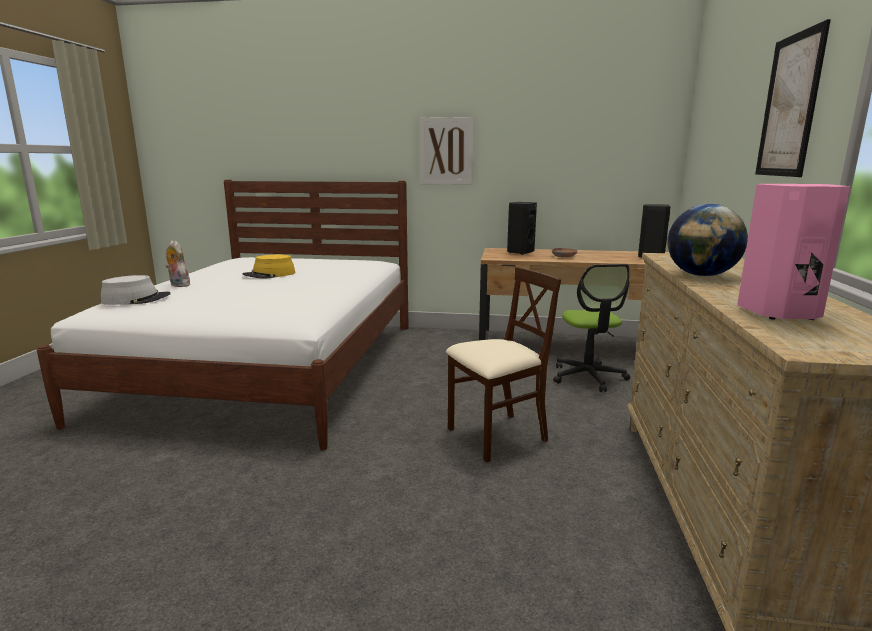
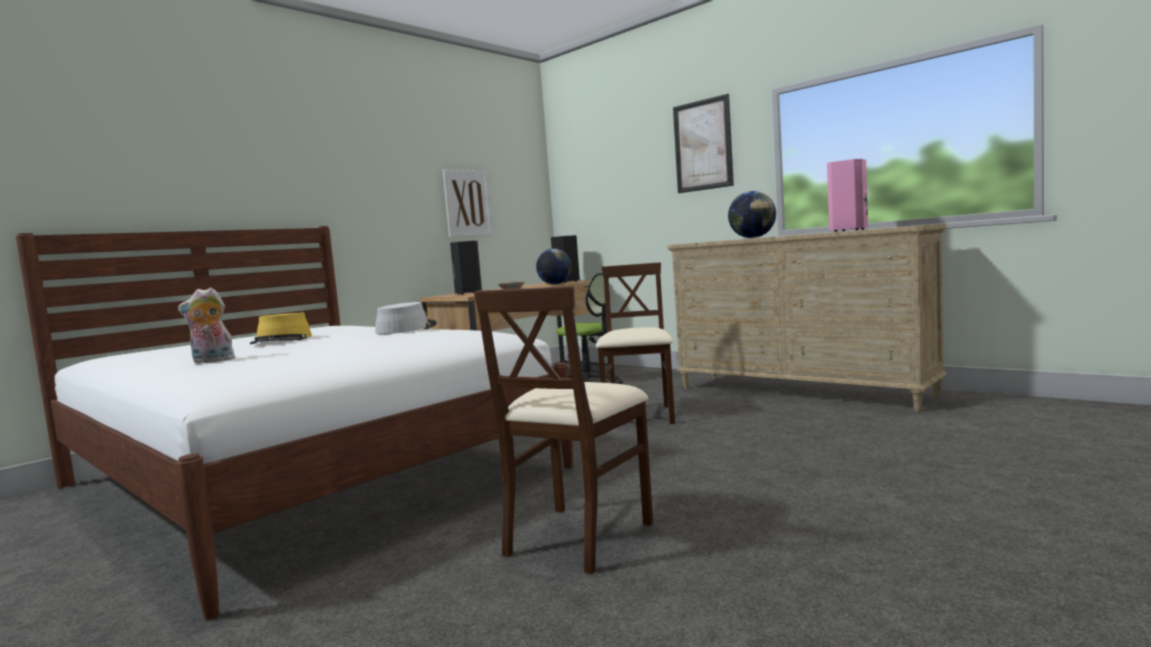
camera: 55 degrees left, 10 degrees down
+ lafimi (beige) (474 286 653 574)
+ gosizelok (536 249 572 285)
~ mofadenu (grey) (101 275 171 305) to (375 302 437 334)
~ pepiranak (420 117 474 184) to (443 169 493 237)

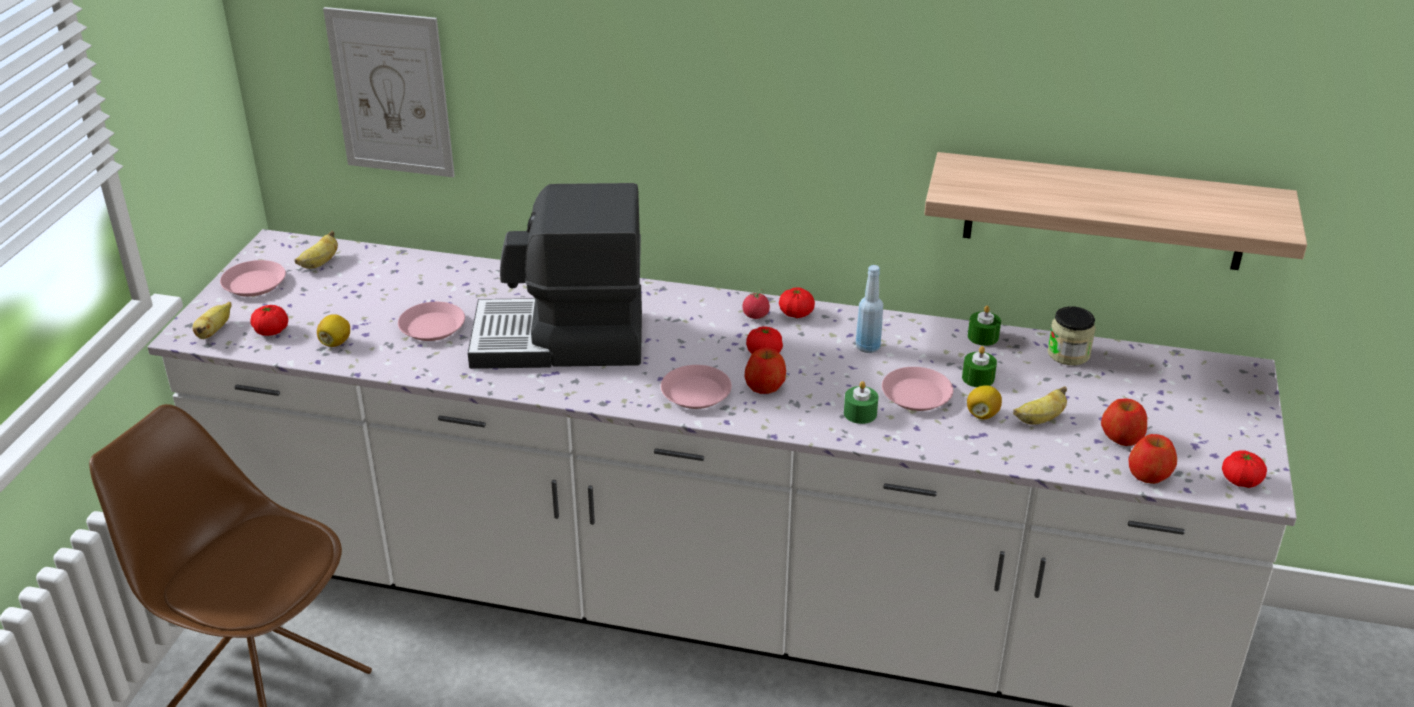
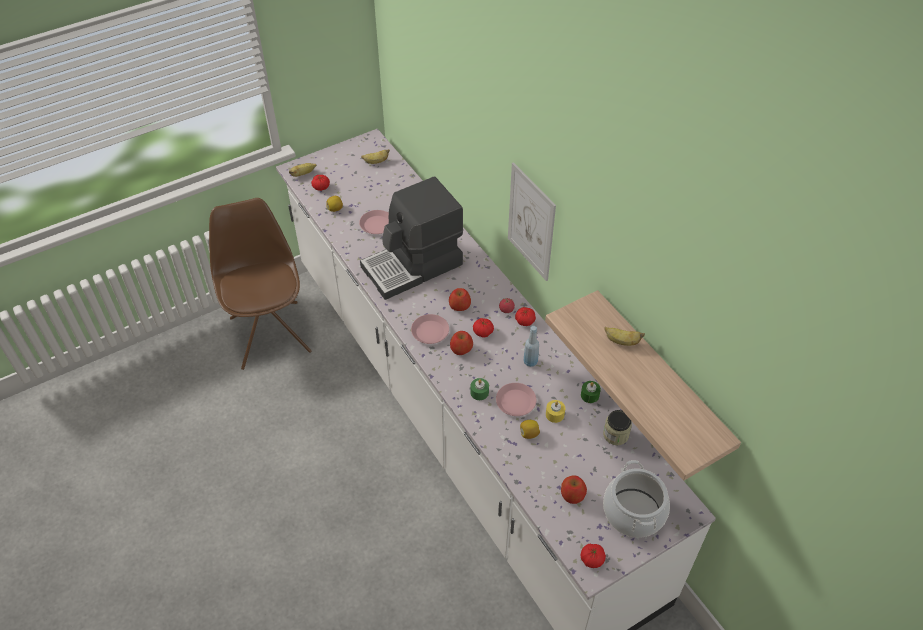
camera: 45 degrees right, 15 degrees up
- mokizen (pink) (220 260 286 297)
+ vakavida (603 460 670 538)
~ pepiranak (323 7 455 177) to (508 162 556 281)
~ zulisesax (1013 386 1067 425) to (604 327 645 346)
~ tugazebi (1128 434 1177 484) to (449 288 471 311)
~ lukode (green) (962 346 997 387) to lukode (yellow) (546 400 565 423)
~ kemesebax (468 183 642 369) = (360 176 463 300) 75 degrees counterclockwise

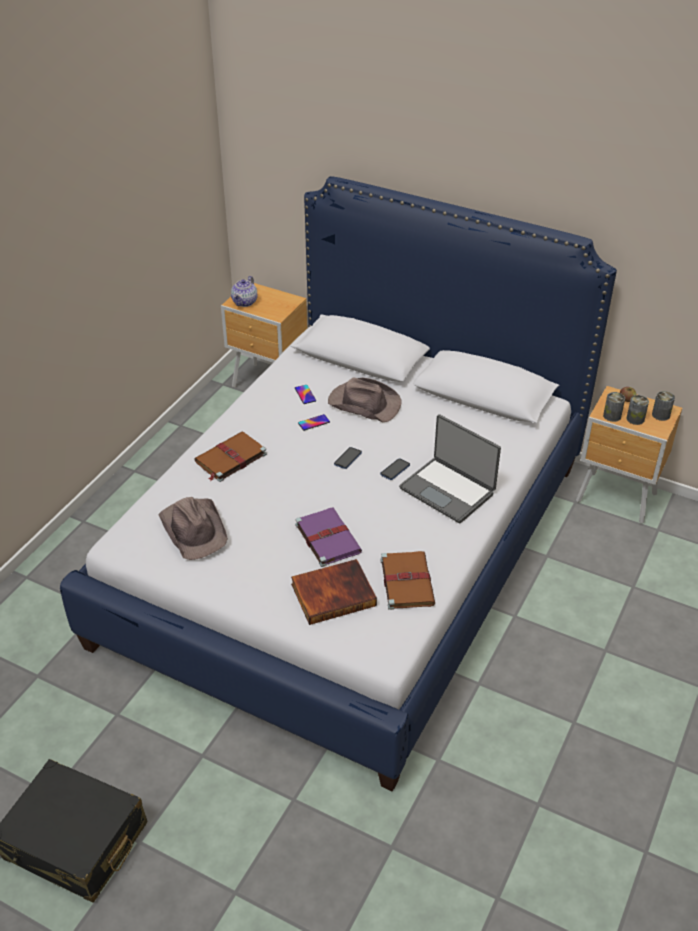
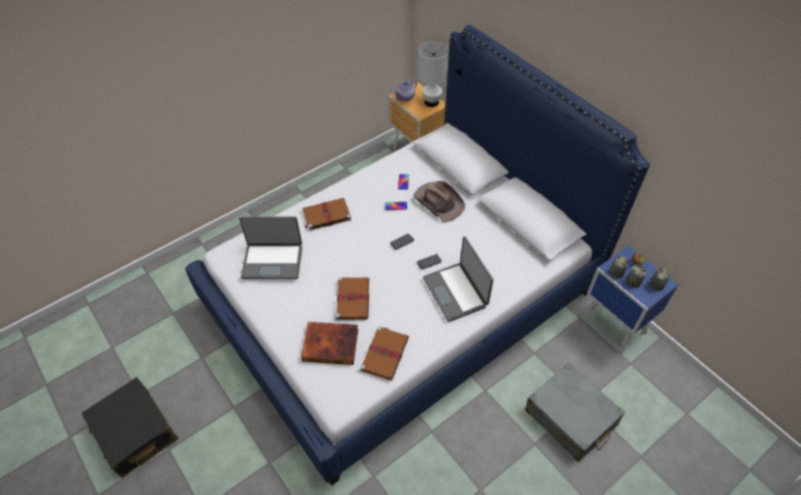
camera: 25 degrees right, 10 degrees up
+ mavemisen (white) (418 41 449 107)
+ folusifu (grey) (525 363 625 462)
~ mofadenu (brown) (158 497 228 560) to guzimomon (239 217 302 279)
~ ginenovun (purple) (295 507 362 567) to ginenovun (brown) (335 277 369 320)
~ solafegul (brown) (576 386 682 524) to solafegul (blue) (581 246 678 354)

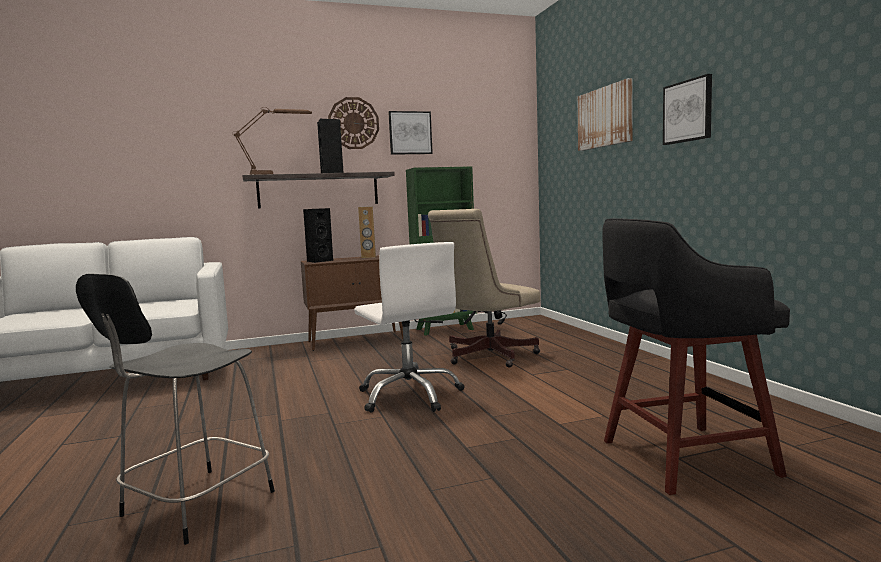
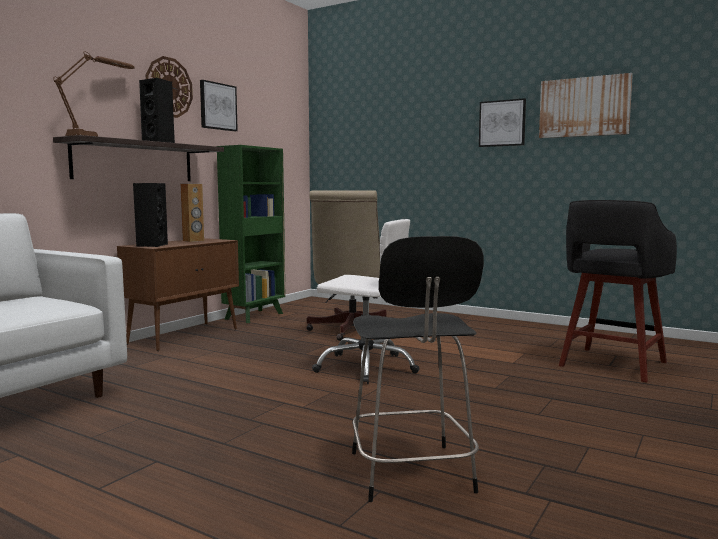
camera: 40 degrees left, 0 degrees up
~ pepiranak (578 78 633 151) to (539 73 633 138)

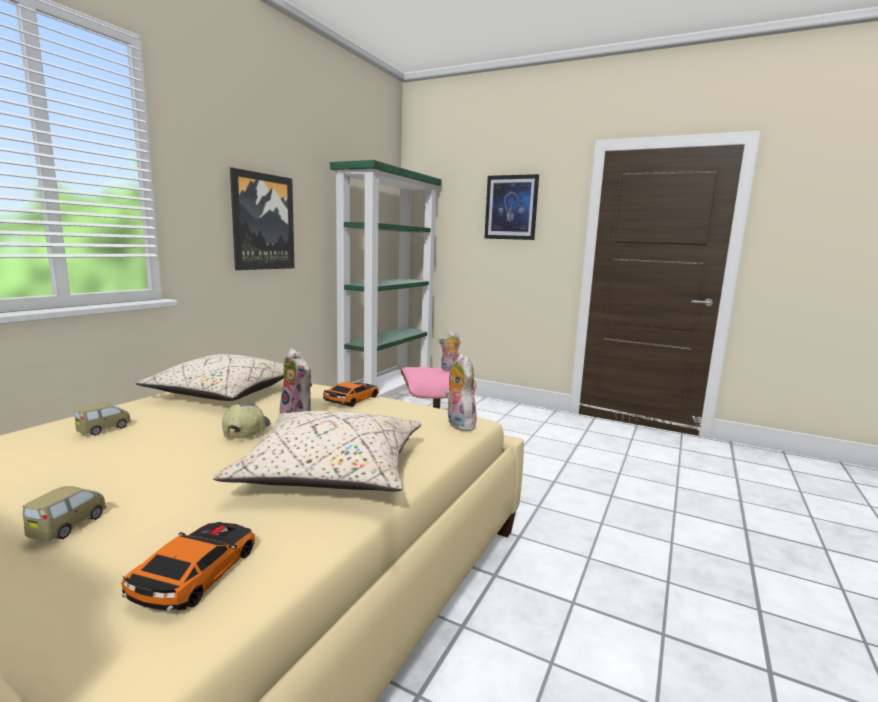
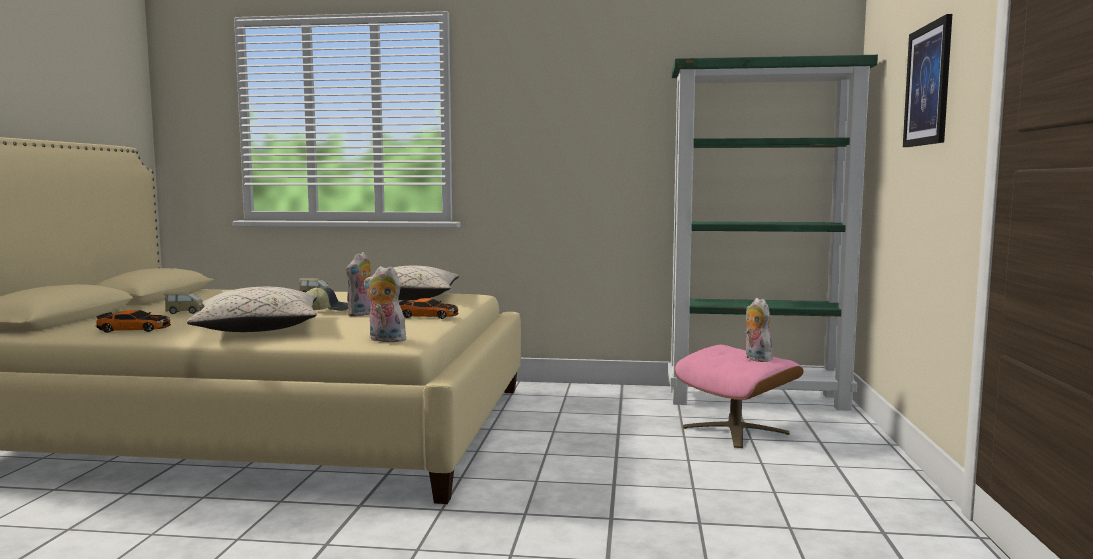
camera: 70 degrees right, 5 degrees down
- pepiranak (230 168 295 270)
~ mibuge (445 354 477 431) = (364 266 406 342) 120 degrees counterclockwise

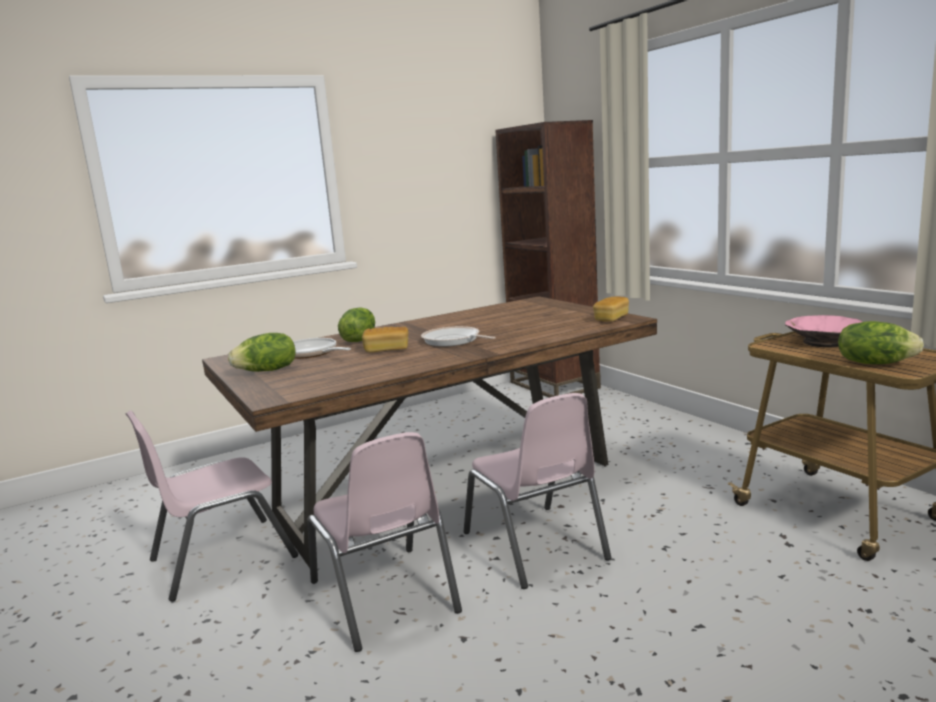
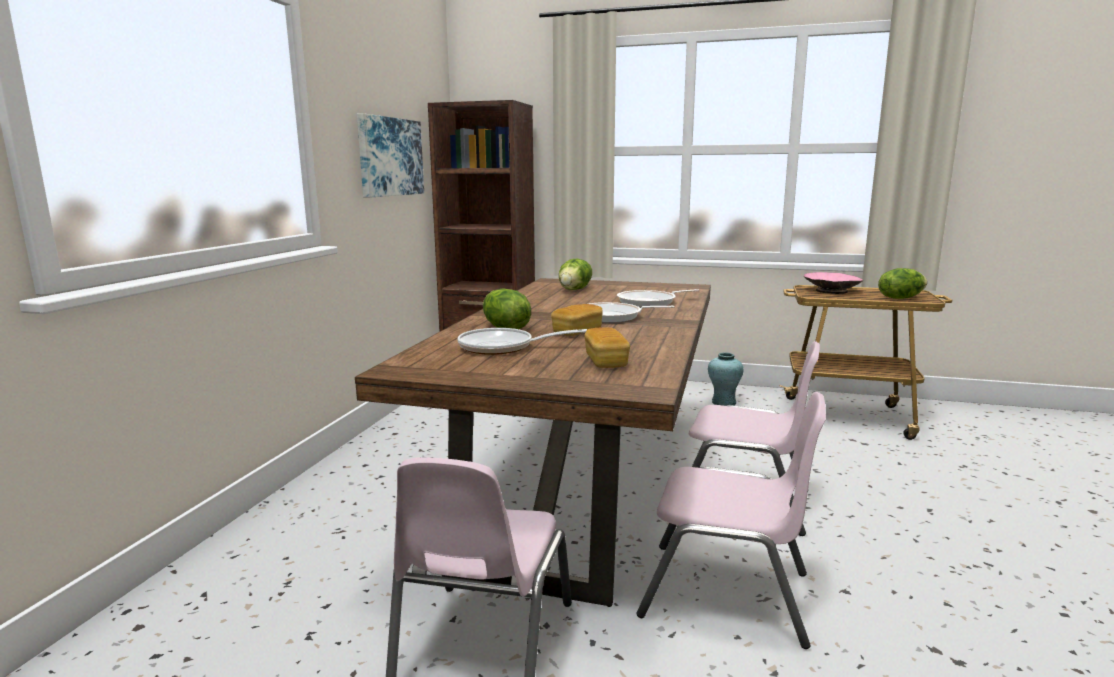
camera: 45 degrees left, 0 degrees up
+ pepiranak (357 113 424 198)
+ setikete (617 289 699 307)
+ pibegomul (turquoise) (708 352 743 406)
~ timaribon (228 333 296 372) to (559 258 592 290)
~ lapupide (593 297 629 322) to (585 327 630 368)

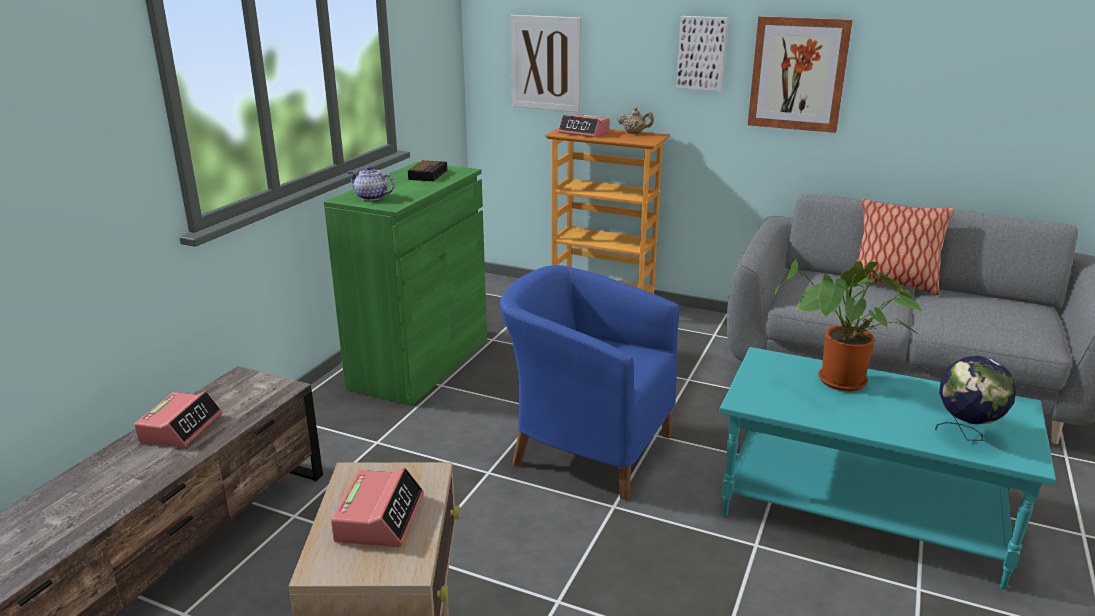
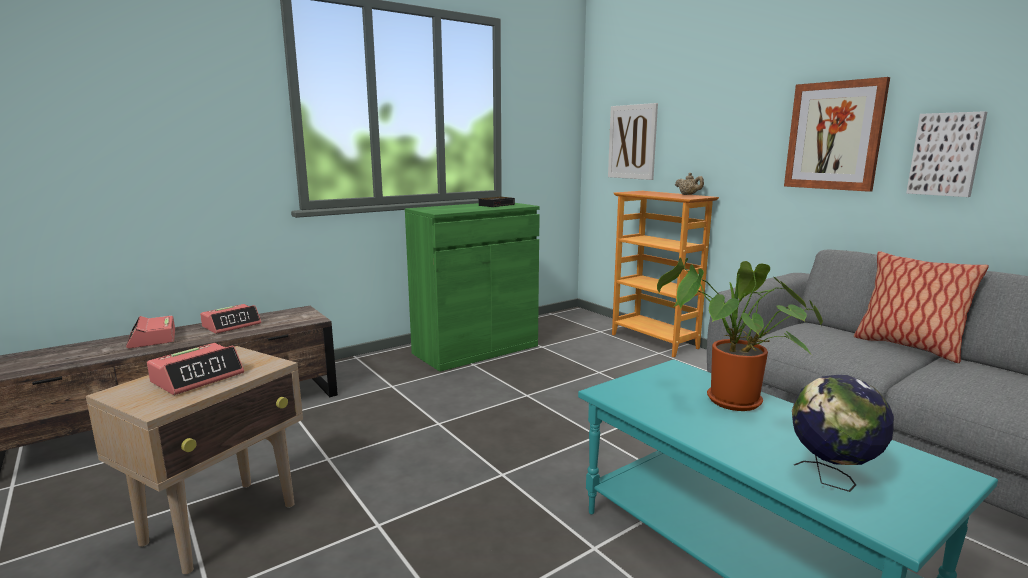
camera: 30 degrees right, 10 degrees down
- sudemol (347 166 394 201)
- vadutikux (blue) (500 265 679 501)
~ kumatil (558 114 610 137) to (126 316 175 348)
~ pepiranak (676 16 728 91) to (906 111 987 197)

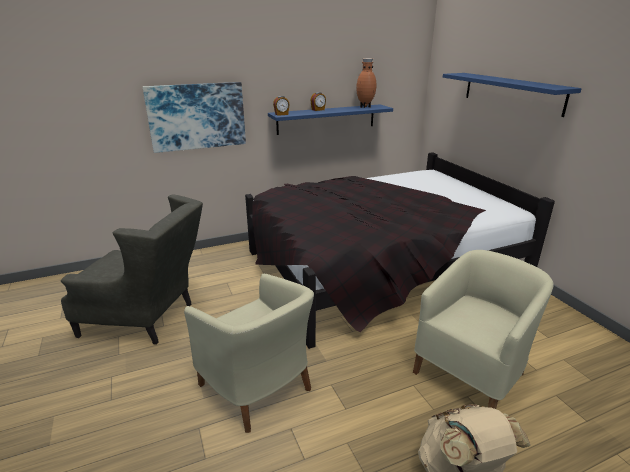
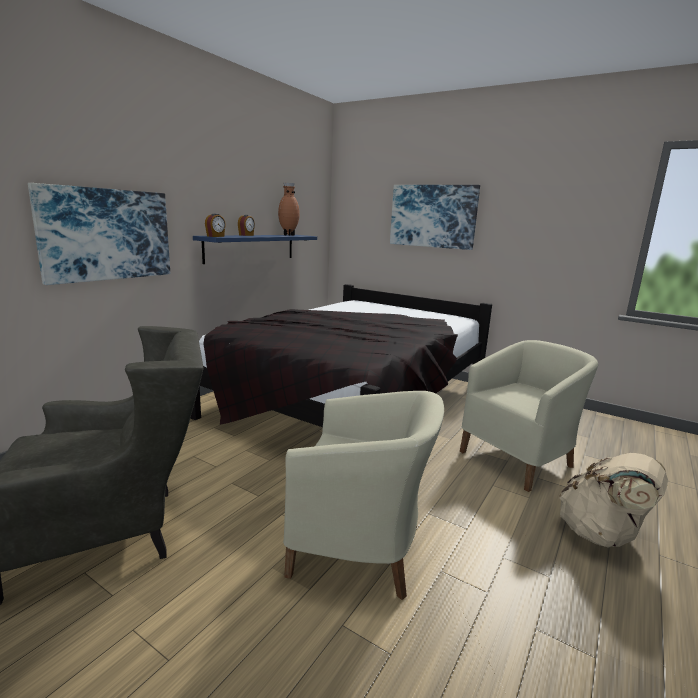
camera: 35 degrees left, 10 degrees down
~ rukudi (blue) (443 73 582 117) to pepiranak (390 185 480 250)
~ vadutikux (beige) (413 250 554 409) = (460 340 598 492) 45 degrees clockwise

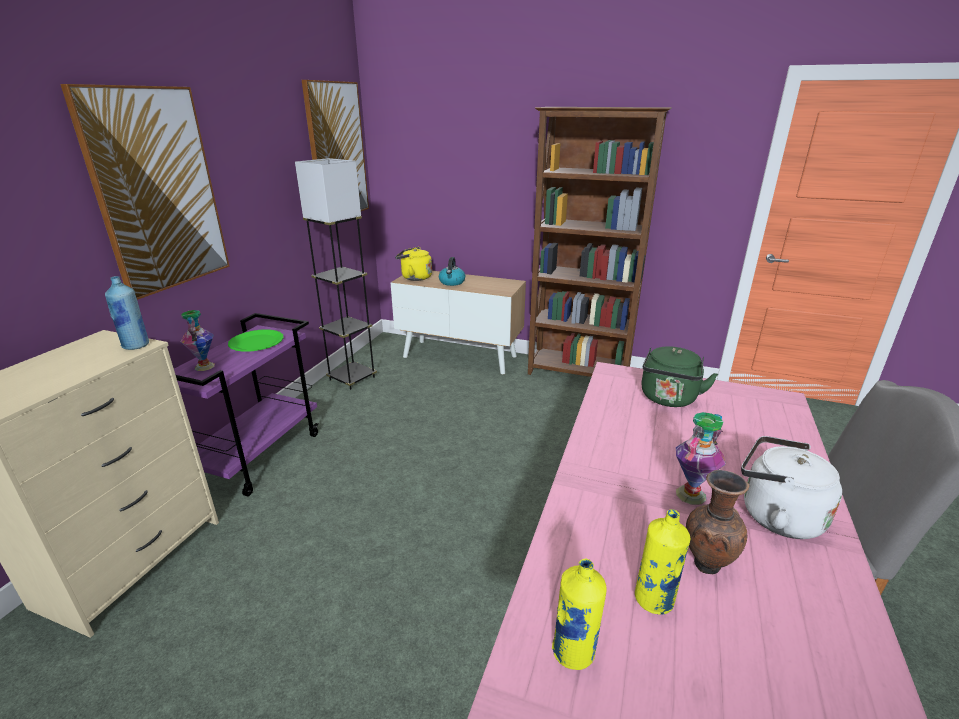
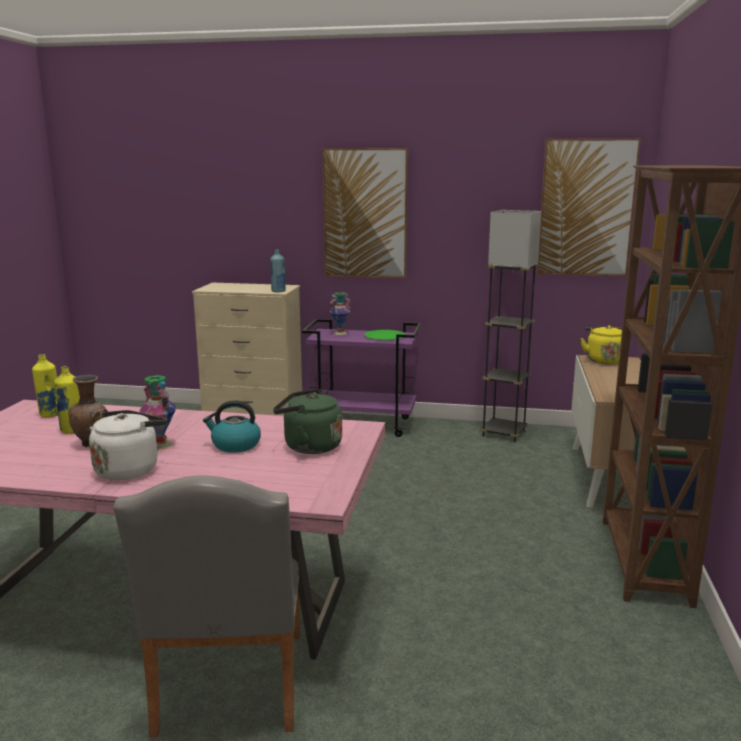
camera: 80 degrees right, 10 degrees down
~ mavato (439 257 465 286) to (203 400 261 453)

